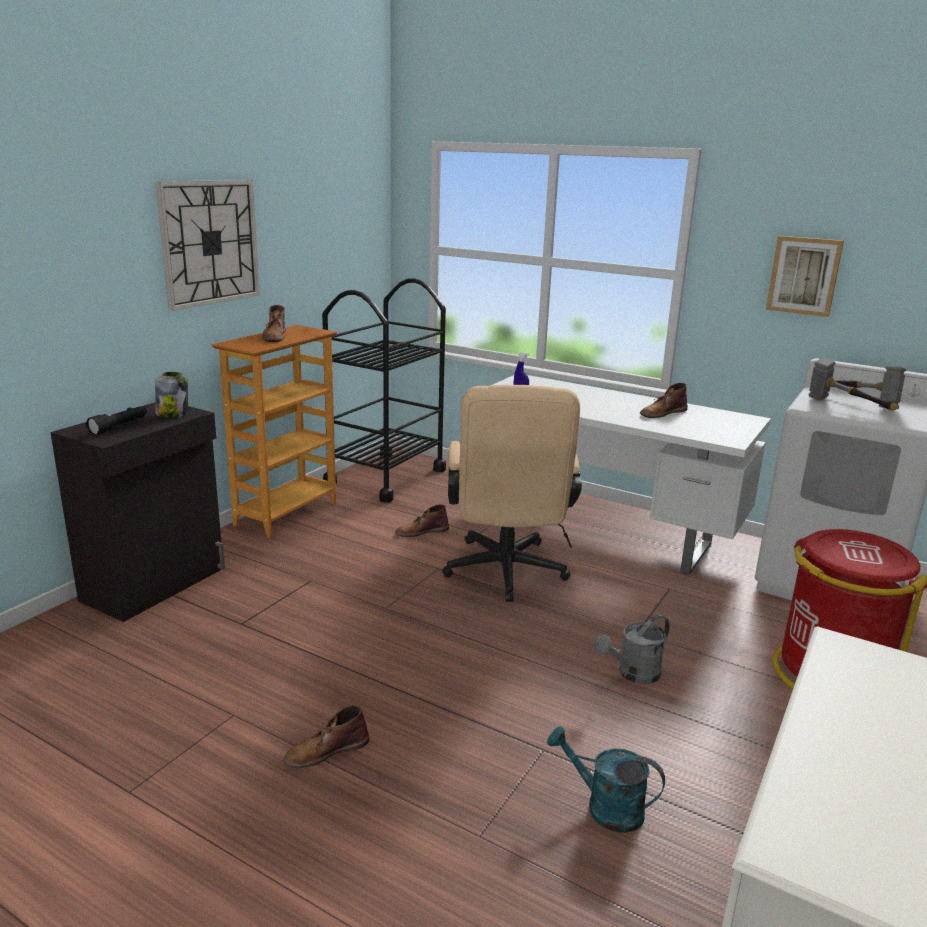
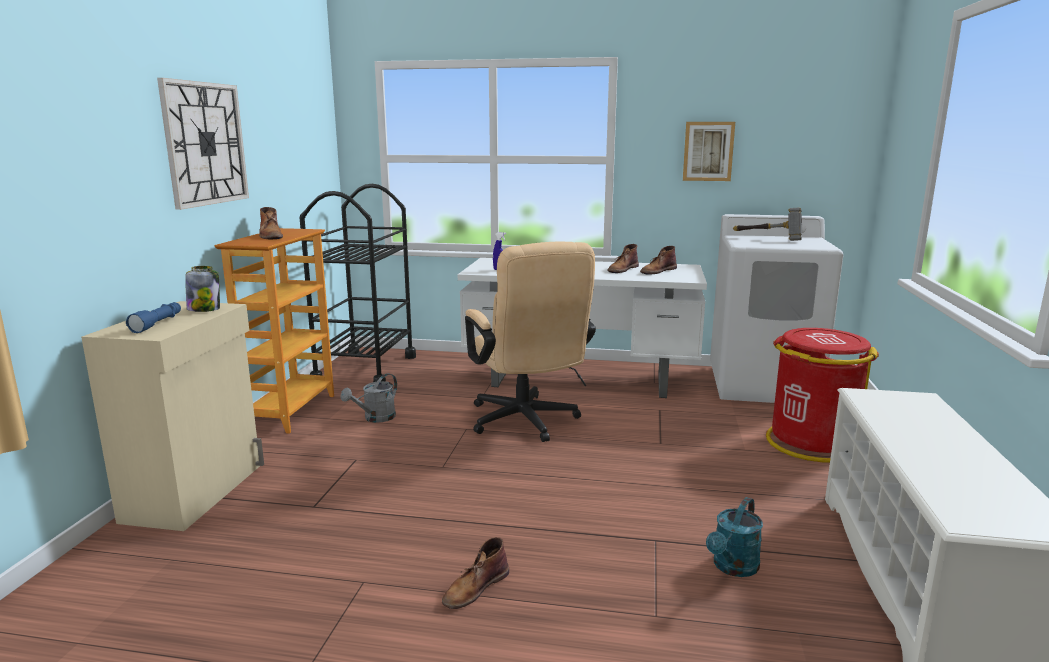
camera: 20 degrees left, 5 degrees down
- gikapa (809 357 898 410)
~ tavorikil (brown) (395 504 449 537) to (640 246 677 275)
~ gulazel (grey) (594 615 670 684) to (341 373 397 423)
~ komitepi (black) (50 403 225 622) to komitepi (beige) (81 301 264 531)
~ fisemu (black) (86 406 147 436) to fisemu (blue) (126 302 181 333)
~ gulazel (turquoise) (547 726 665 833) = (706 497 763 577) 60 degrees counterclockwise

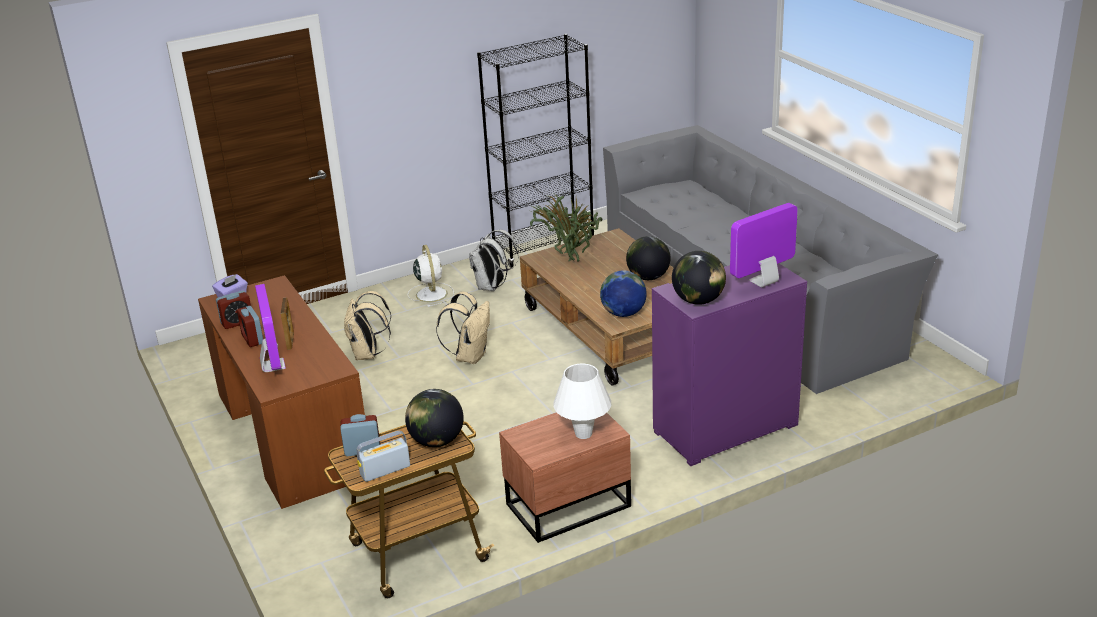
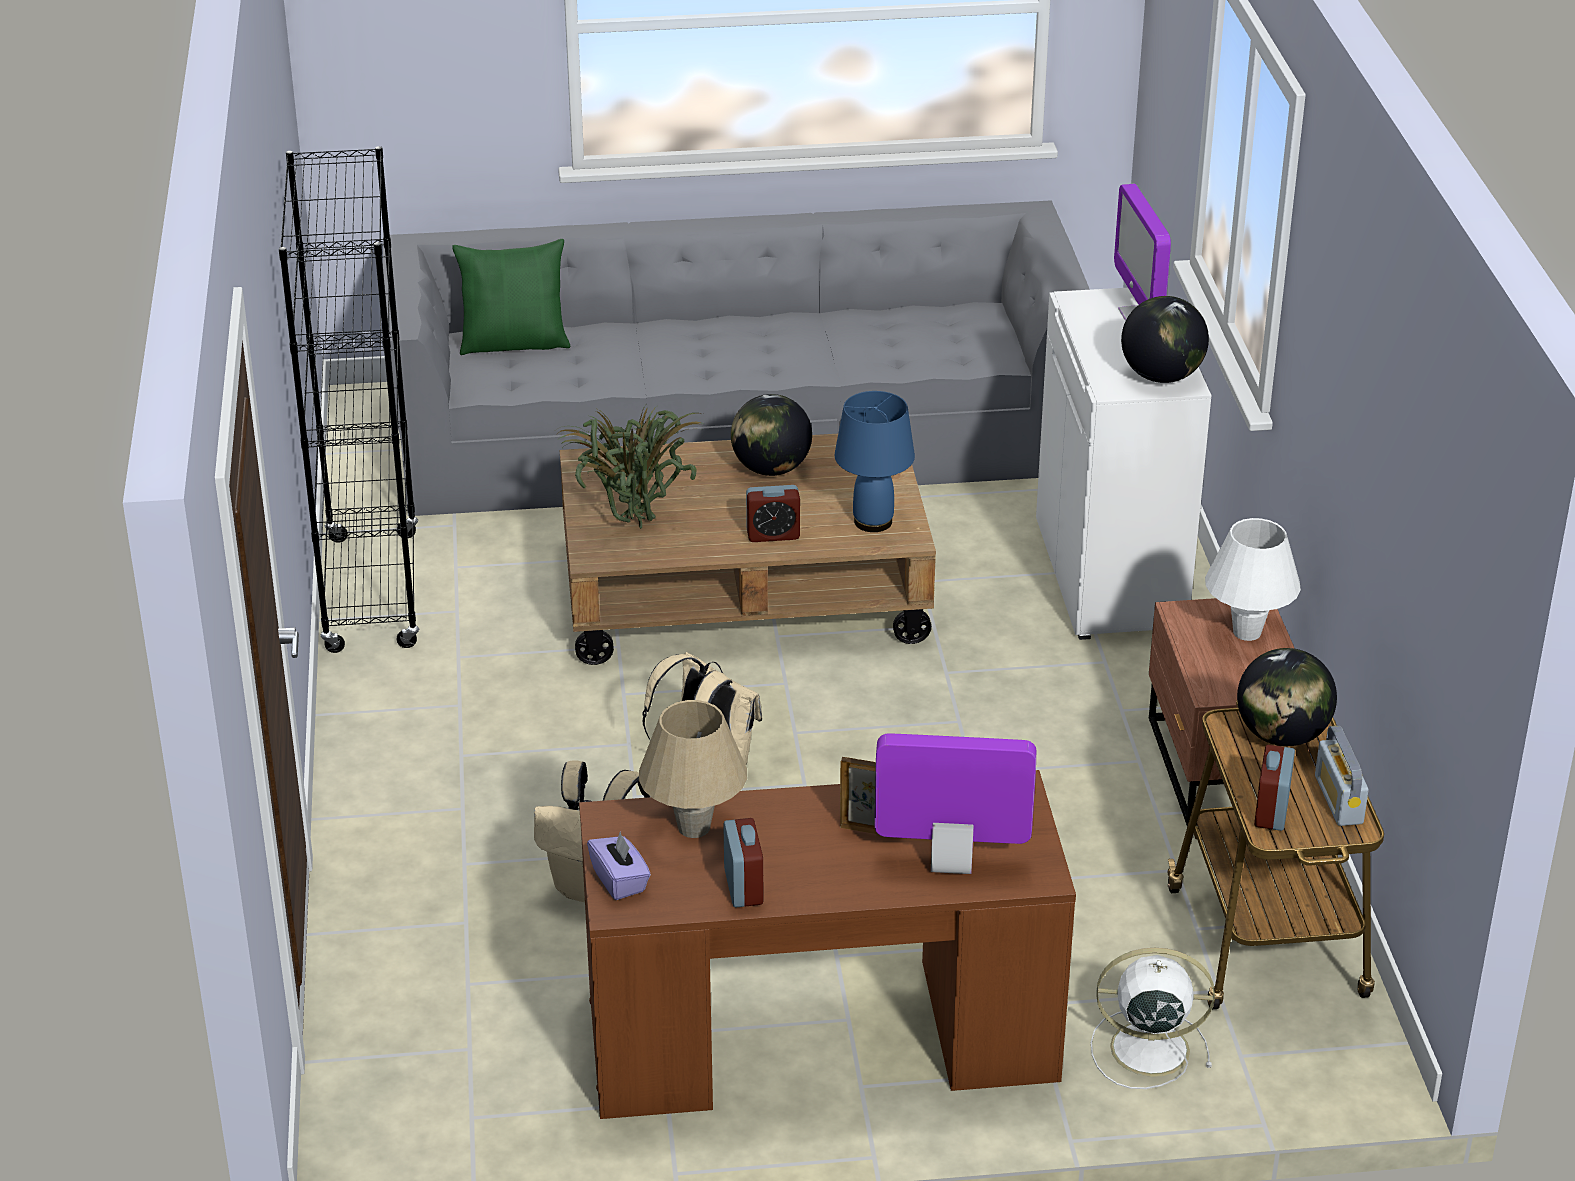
camera: 70 degrees left, 5 degrees up
- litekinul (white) (469 230 518 291)
+ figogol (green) (452 239 570 355)
+ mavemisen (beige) (639 700 747 838)
~ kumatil (237 306 263 347) to (746 485 800 542)
~ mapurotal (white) (408 245 454 307) to (1091 948 1215 1089)
~ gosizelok (600 270 647 317) to mavemisen (blue) (835 391 915 532)
~ komitepi (purple) (652 263 807 466) to komitepi (white) (1036 288 1212 640)

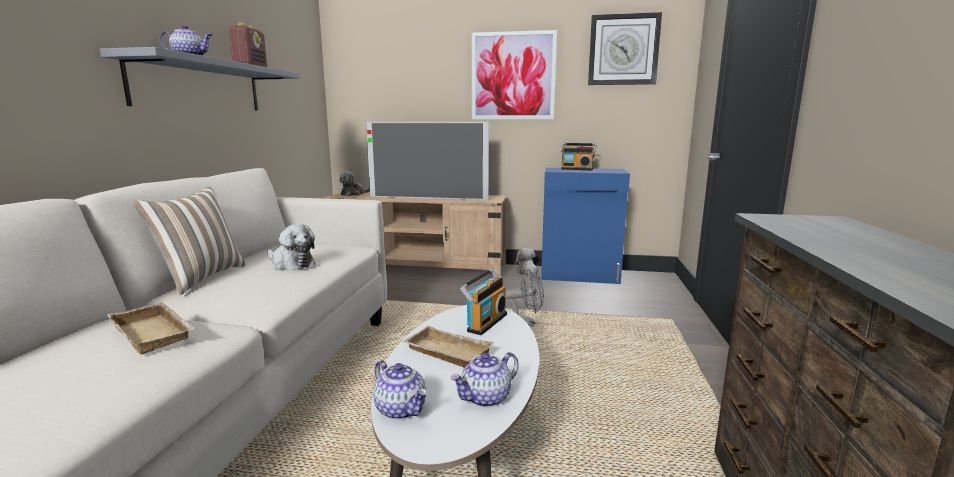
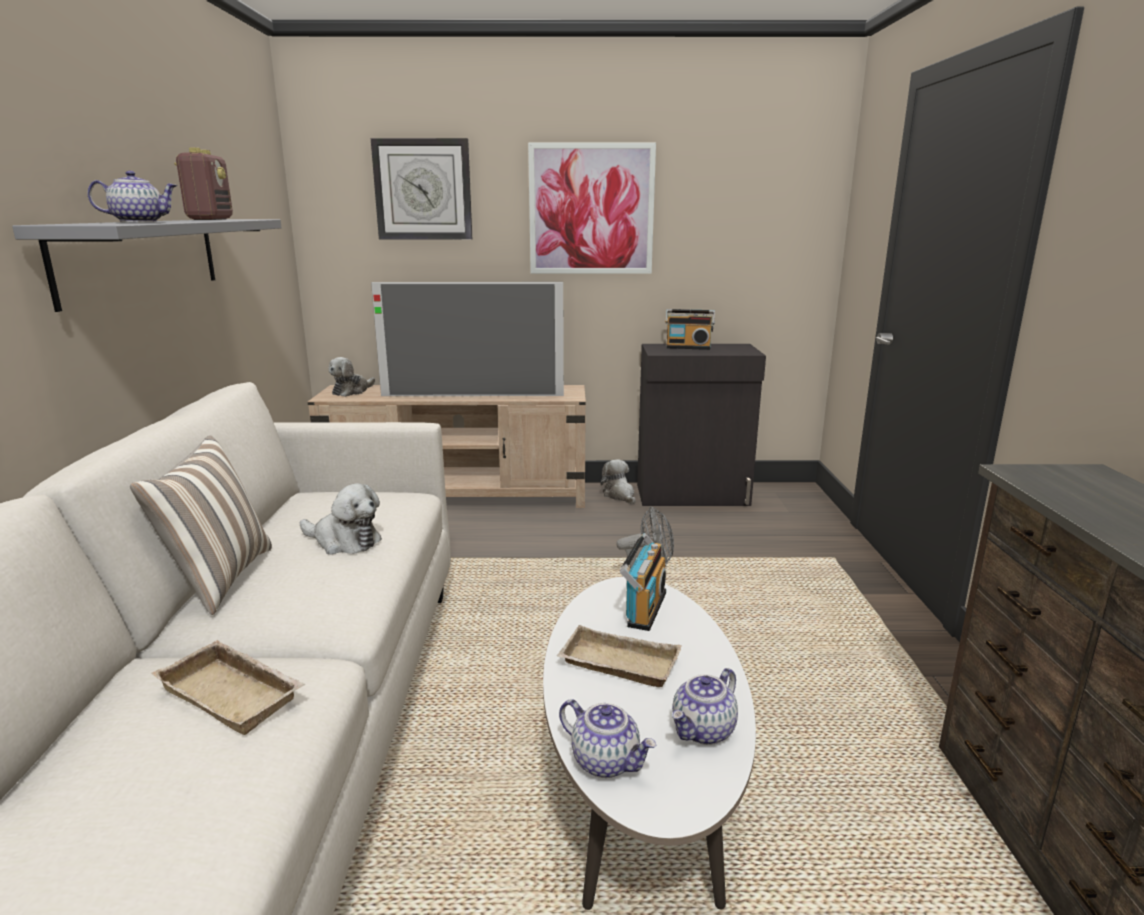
camera: 10 degrees left, 5 degrees up
~ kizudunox (588 12 662 85) to (371 138 472 239)
~ komitepi (blue) (541 168 630 284) to komitepi (black) (637 344 766 506)

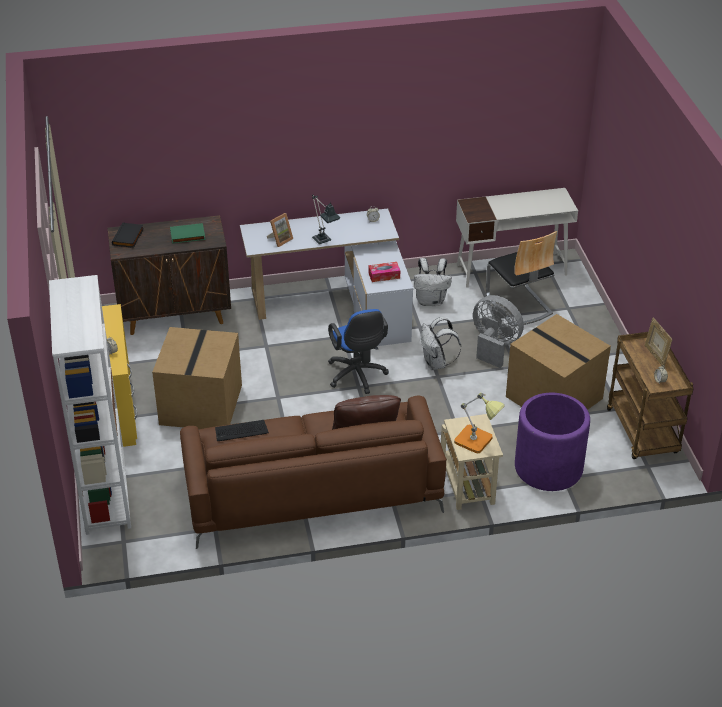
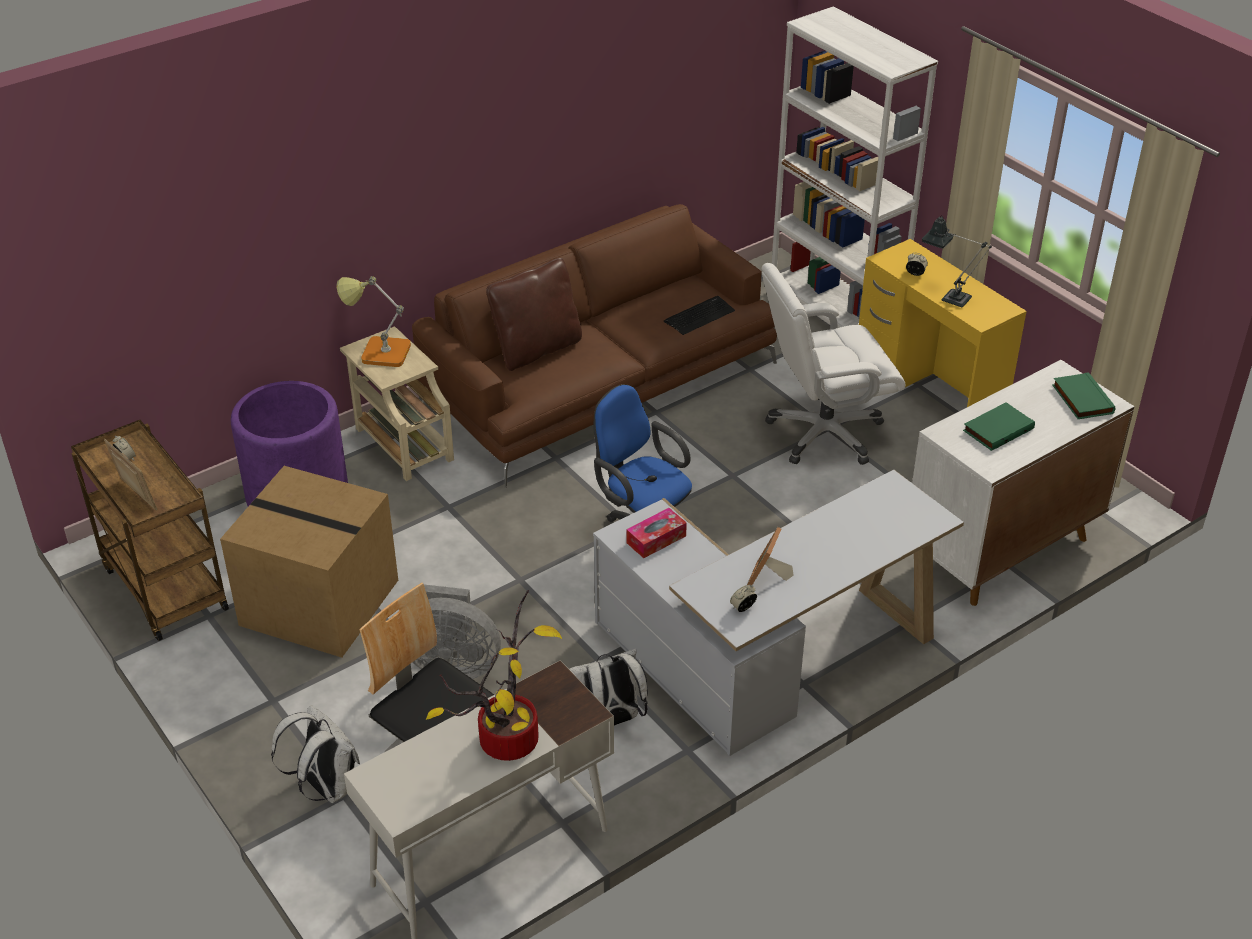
camera: 155 degrees right, 0 degrees up
+ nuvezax (426 590 562 761)
~ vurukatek (267 213 293 247) to (747 527 794 585)
~ mavemisen (312 194 340 244) to (922 215 992 307)
~ litekinul (white) (420 317 461 370) to (271 705 360 803)
~ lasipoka (152 327 242 429) to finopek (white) (762 263 906 465)
~ komitepi (brown) (108 215 231 335) to komitepi (white) (912 360 1135 606)
~ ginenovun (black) (112 222 143 248) to ginenovun (green) (1052 372 1115 419)

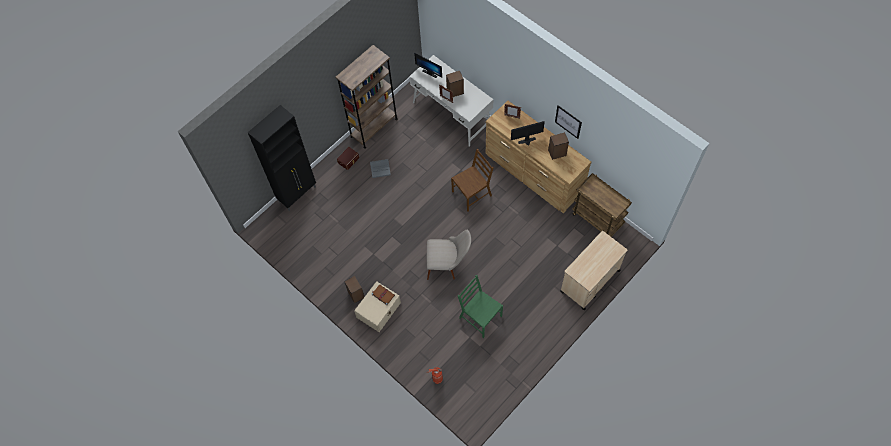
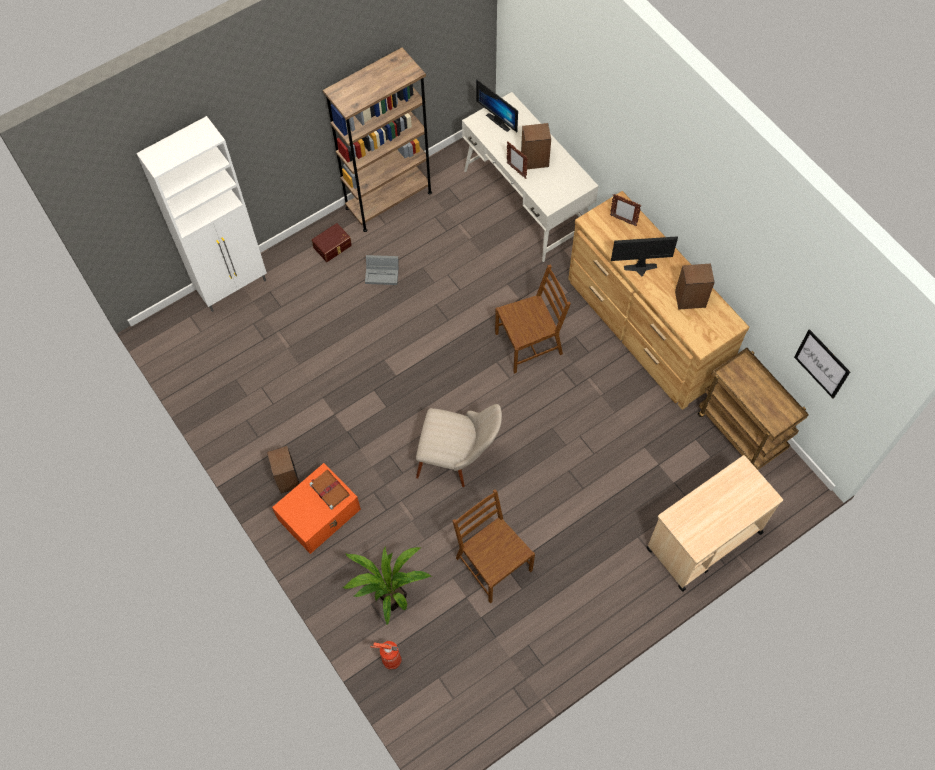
camera: 10 degrees right, 0 degrees up
+ nuvezax (342 545 432 626)
~ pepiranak (555 105 582 139) to (794 329 850 398)
~ komitepi (black) (248 105 316 211) to komitepi (white) (136 116 267 312)
~ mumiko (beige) (354 281 401 332) to mumiko (orange) (272 463 361 554)
~ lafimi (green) (458 275 503 338) to lafimi (brown) (453 489 535 603)

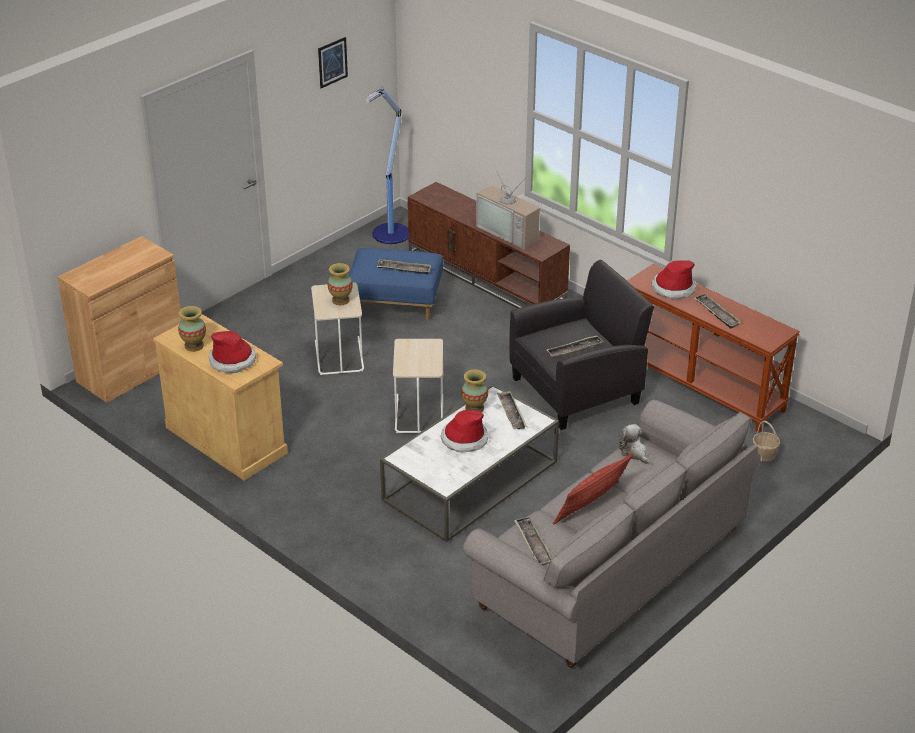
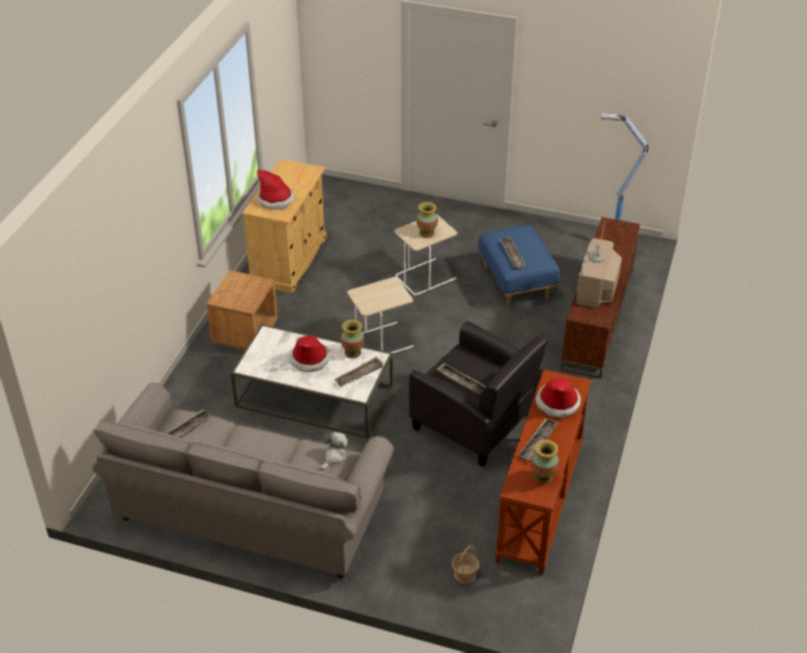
camera: 65 degrees right, 5 degrees up
- komitepi (brown) (57 236 182 403)
- pepiranak (318 37 348 88)
- figogol (553 453 633 524)
+ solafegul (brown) (206 270 278 350)
~ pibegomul (178 306 206 352) to (531 440 559 484)

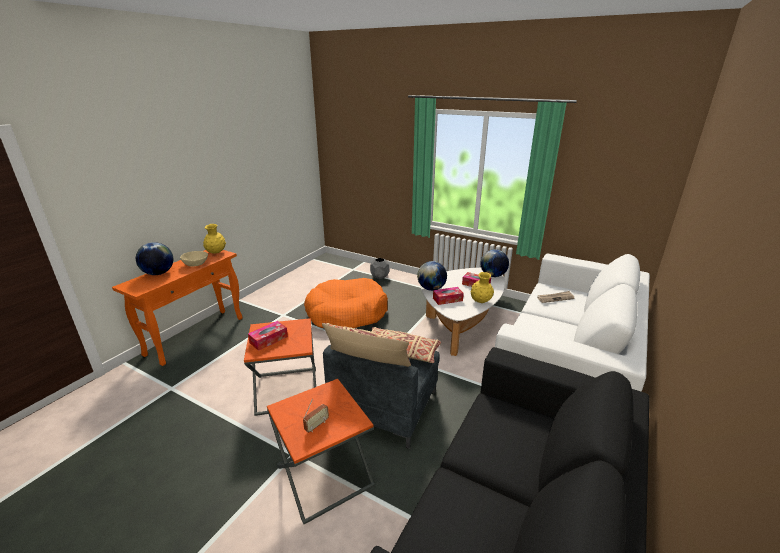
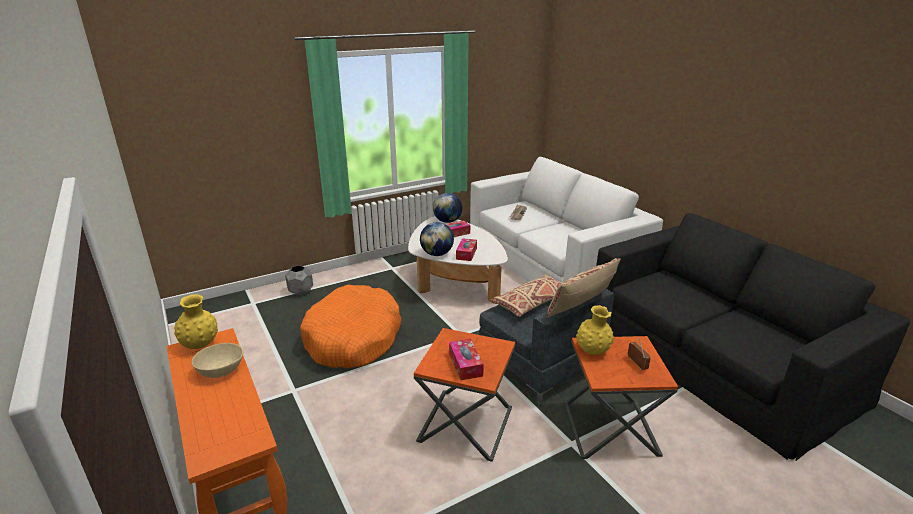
camera: 60 degrees left, 0 degrees up
- gosizelok (136 242 173 275)
~ pibegomul (yellow) (471 272 494 303) to (576 305 614 355)

